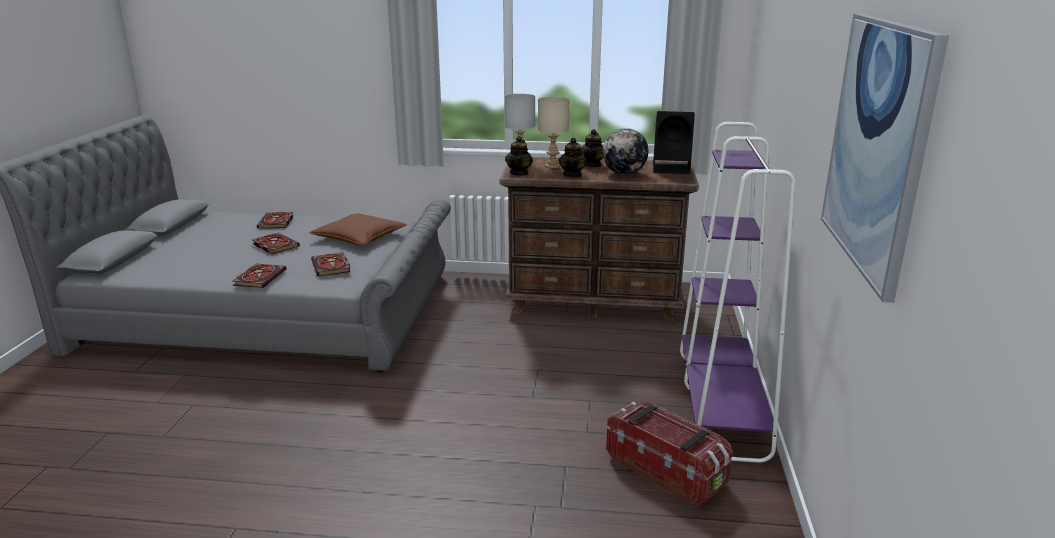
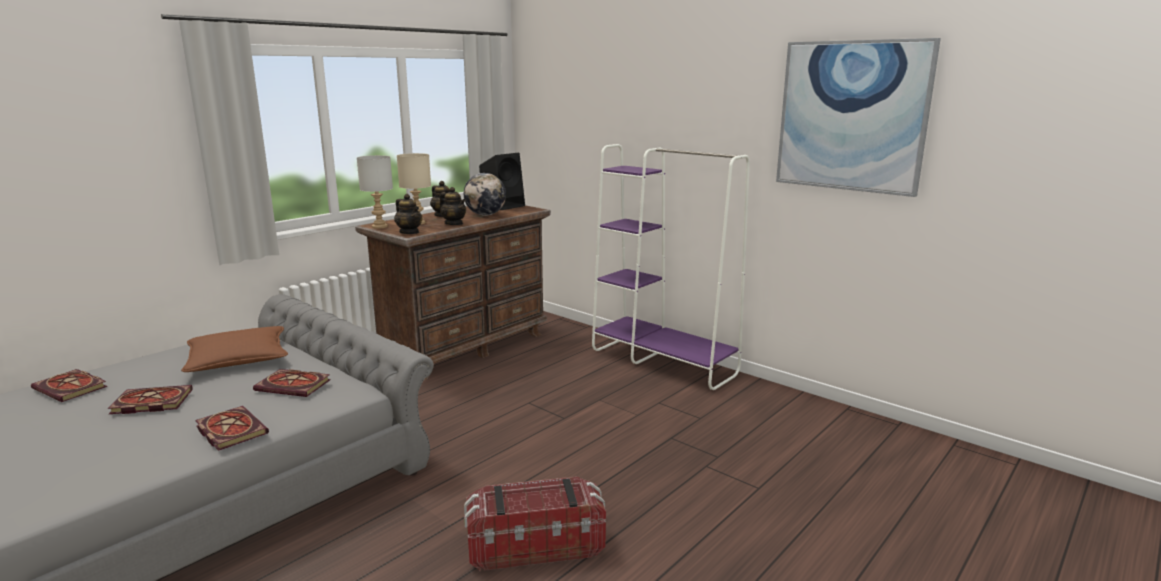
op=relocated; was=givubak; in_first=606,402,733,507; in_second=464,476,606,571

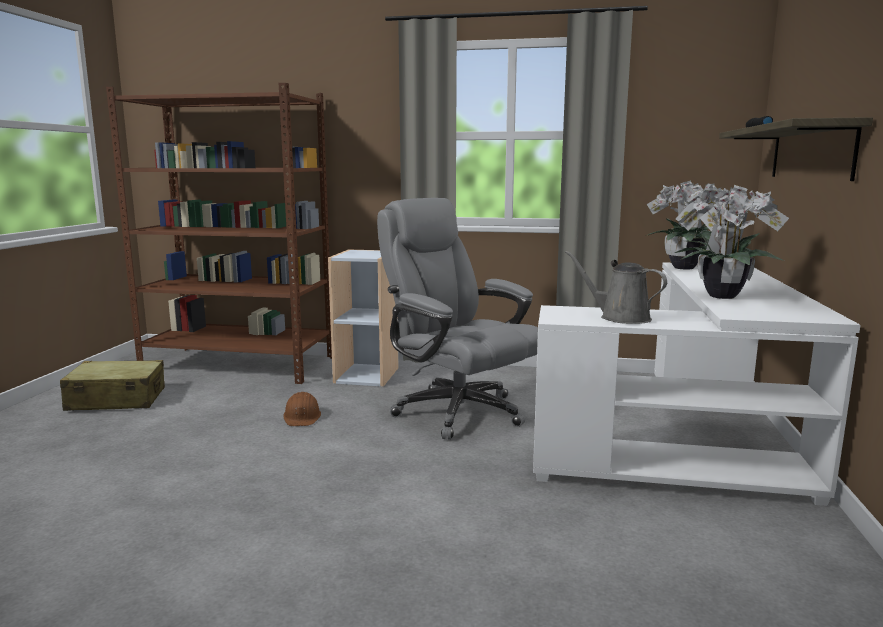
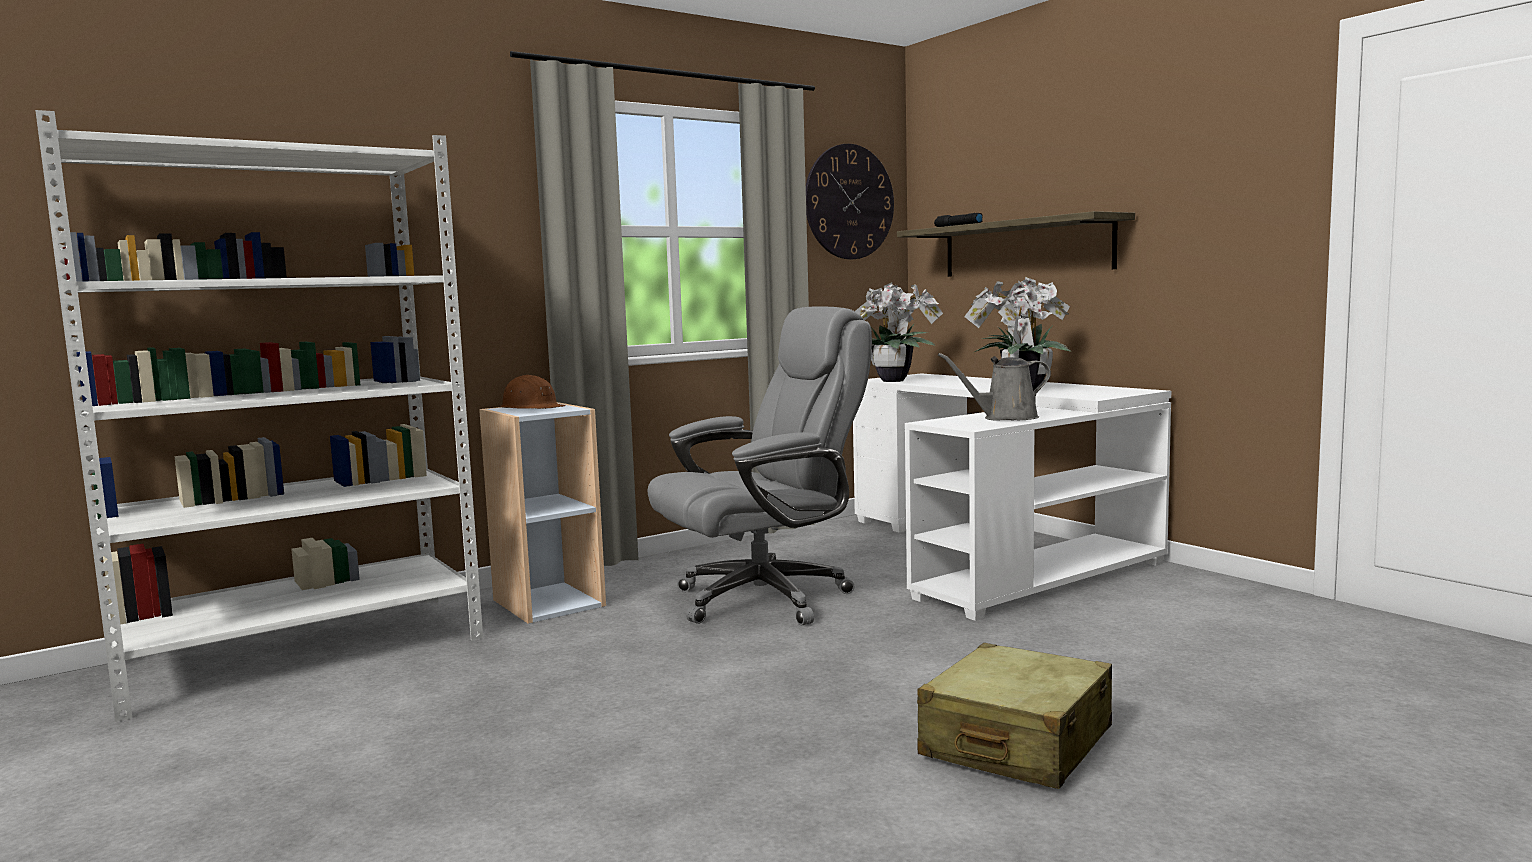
op=relocated; was=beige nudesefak; in_first=60,360,165,411; in_second=917,643,1112,789
op=colour; was=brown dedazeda; now=white dedazeda; in_first=106,83,332,384; in_second=35,110,483,722
op=relocated; was=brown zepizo; in_first=283,392,321,426; in_second=500,375,566,409
op=spun; was=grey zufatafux; in_first=377,198,538,440; in_second=648,307,872,626; clockwise=150
op=appeared; now=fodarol; in_second=806,144,894,259

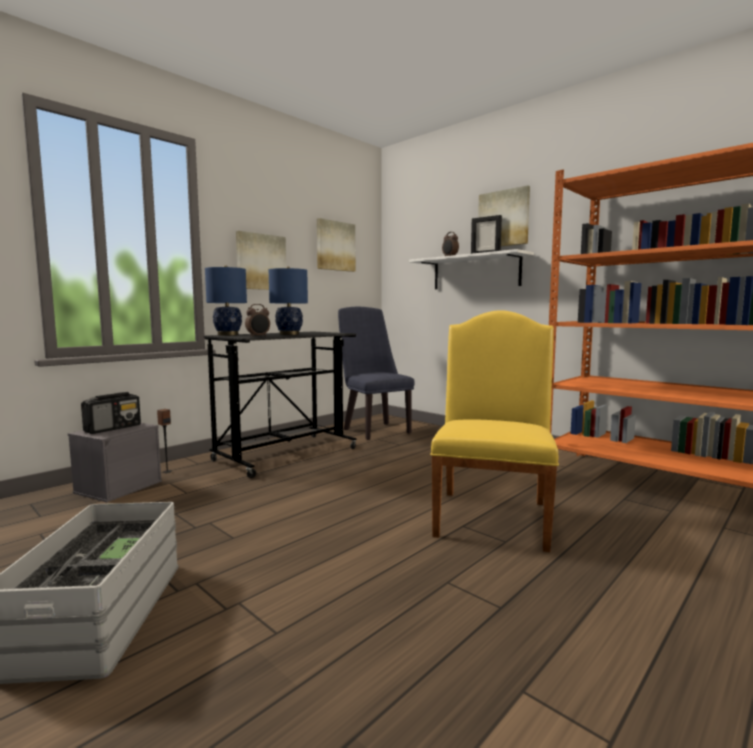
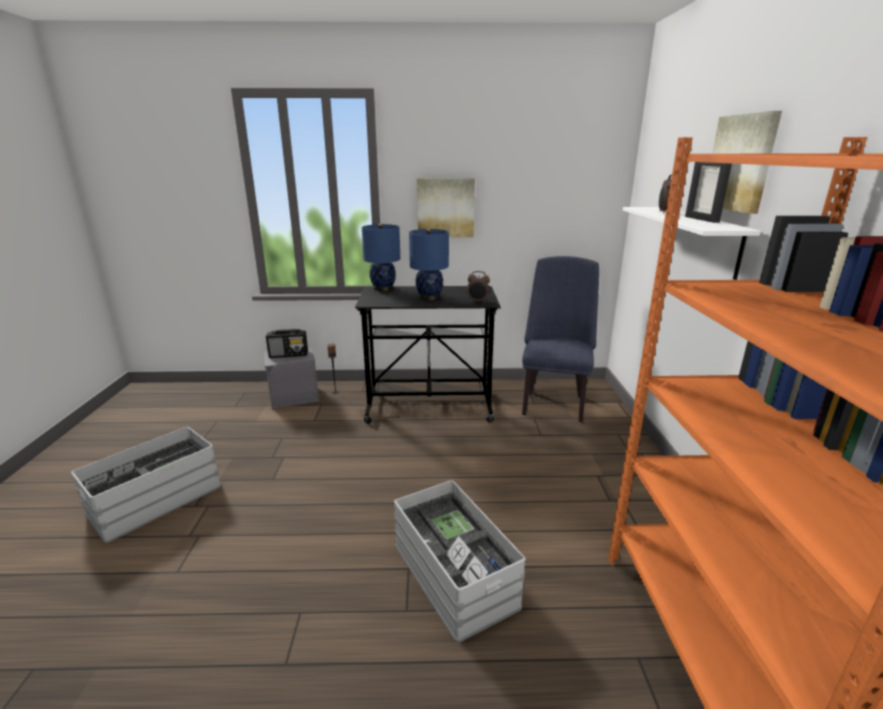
op=relocated; was=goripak; in_first=245,304,270,337; in_second=467,271,490,302
op=missing; was=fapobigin; in_first=317,218,355,272
op=exchanged; was=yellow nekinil; now=grey givubak; in_first=430,310,559,552; in_second=394,480,526,642

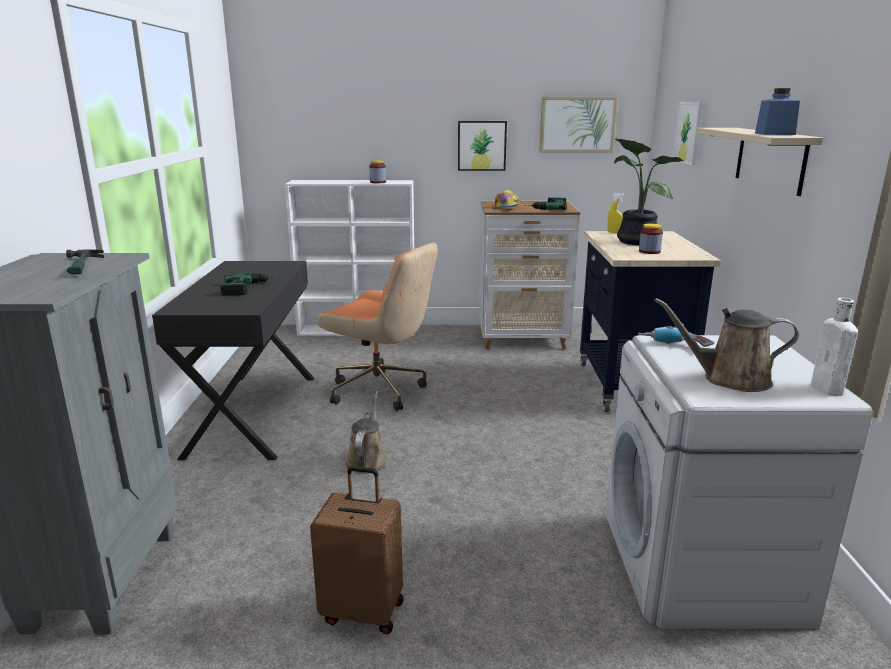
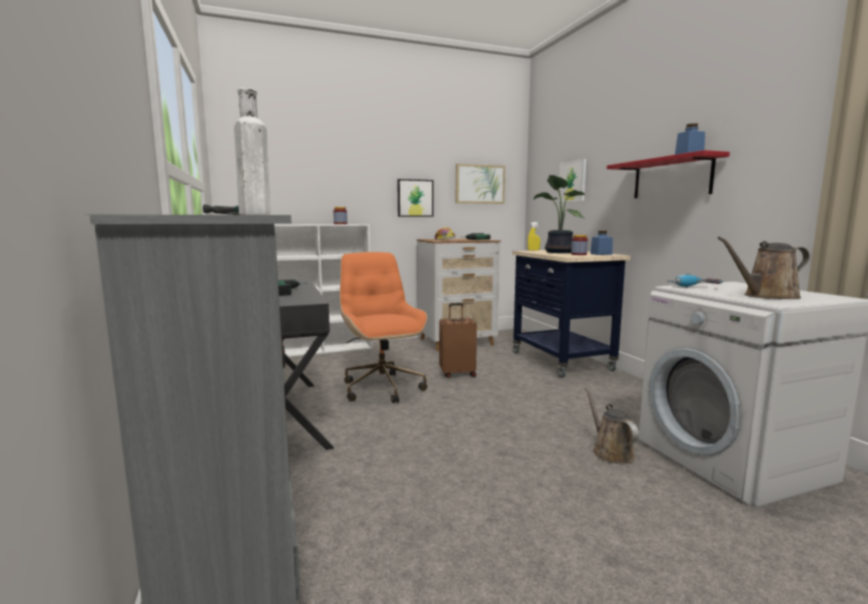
op=relocated; was=brown nudesefak; in_first=310,466,404,634; in_second=439,303,477,378
op=spun; was=orange zufatafux; in_first=316,243,438,411; in_second=340,252,427,403; clockwise=-120
op=relocated; was=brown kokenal; in_first=345,391,387,474; in_second=585,386,639,464
op=colour; was=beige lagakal; now=red lagakal; in_first=696,128,823,196; in_second=607,150,730,198
op=relocated; was=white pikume; in_first=811,298,858,396; in_second=234,88,271,215
op=appeared; now=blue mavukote; in_second=590,231,613,255

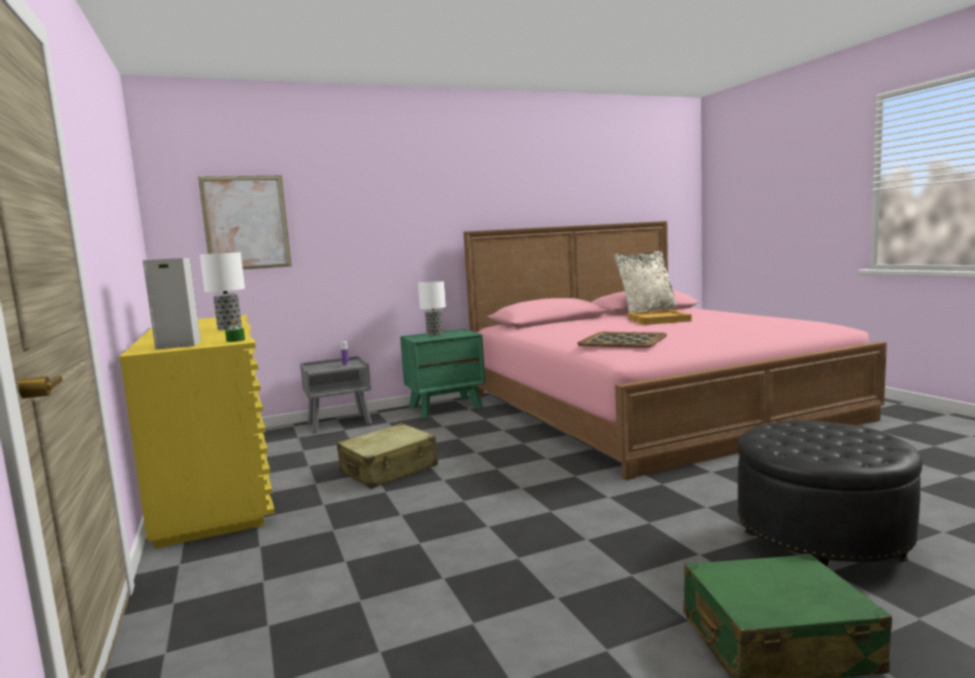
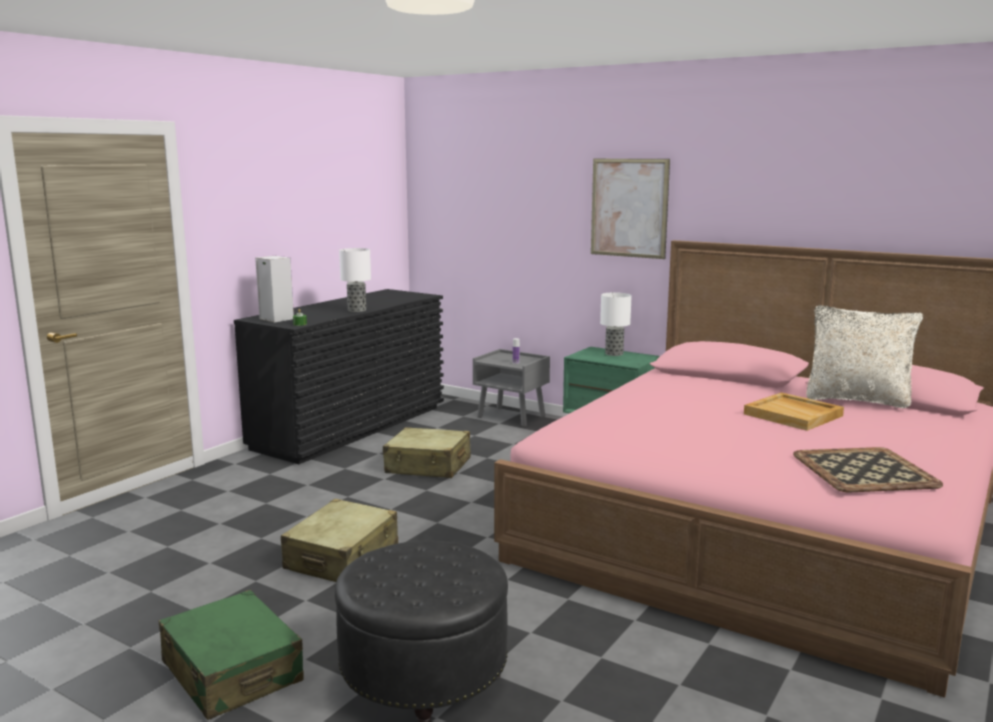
op=colour; was=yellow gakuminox; now=black gakuminox; in_first=119,315,275,549; in_second=234,289,444,464
op=relocated; was=fapobigin; in_first=198,176,291,270; in_second=591,159,670,259
op=relocated; was=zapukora; in_first=577,332,667,348; in_second=793,447,943,492
op=appeared; now=beige nudesefak; in_second=281,499,398,582

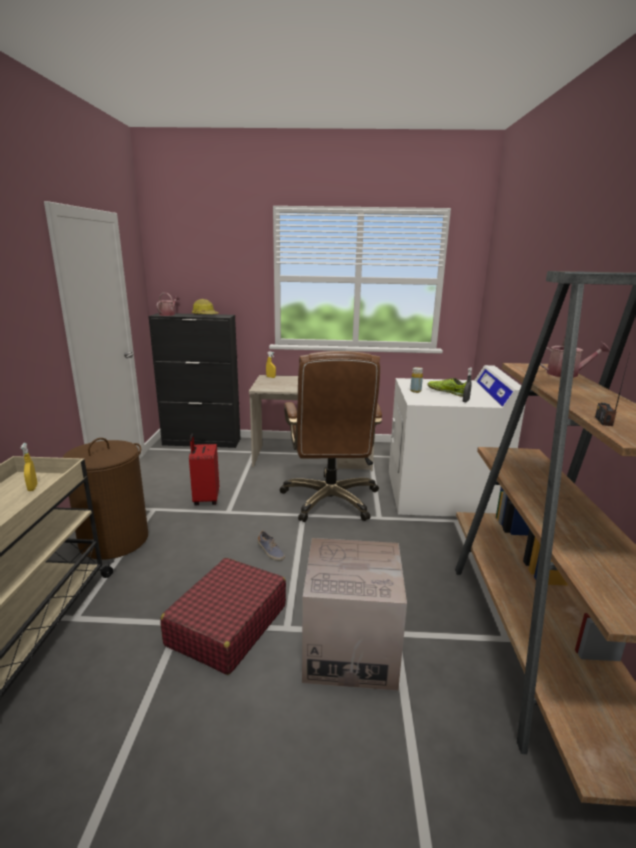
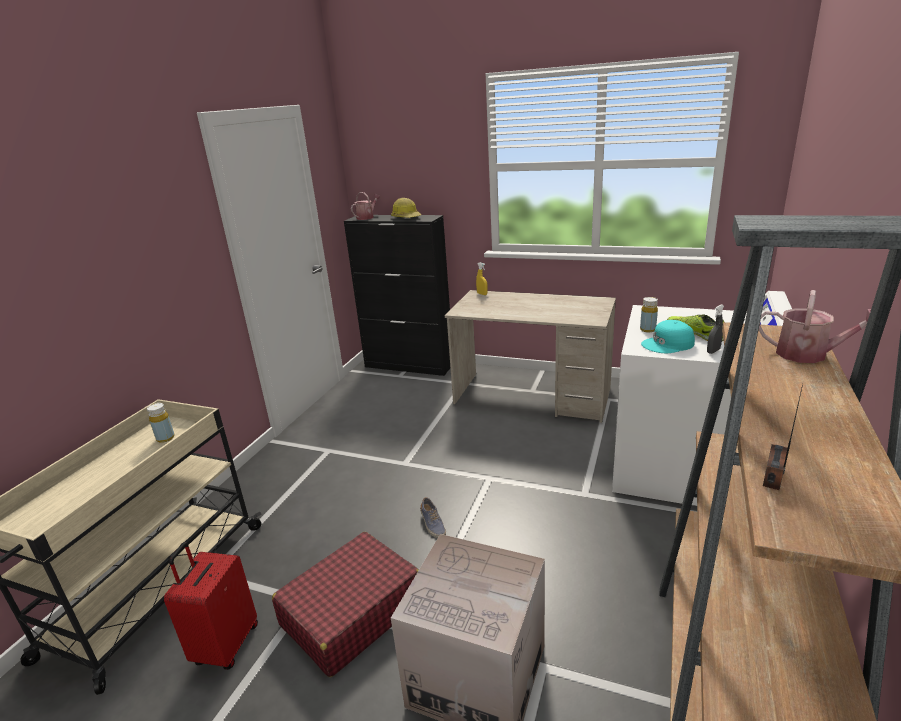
op=exchanged; was=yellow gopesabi; now=yellow pikume; in_first=21,443,37,491; in_second=147,403,175,443
op=missing; was=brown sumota; in_first=62,438,148,559
op=relocated; was=red nudesefak; in_first=189,433,219,505; in_second=164,542,258,670
op=missing; was=brown zufatafux; in_first=280,351,382,522
op=appeared; now=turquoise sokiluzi; in_second=641,320,695,353

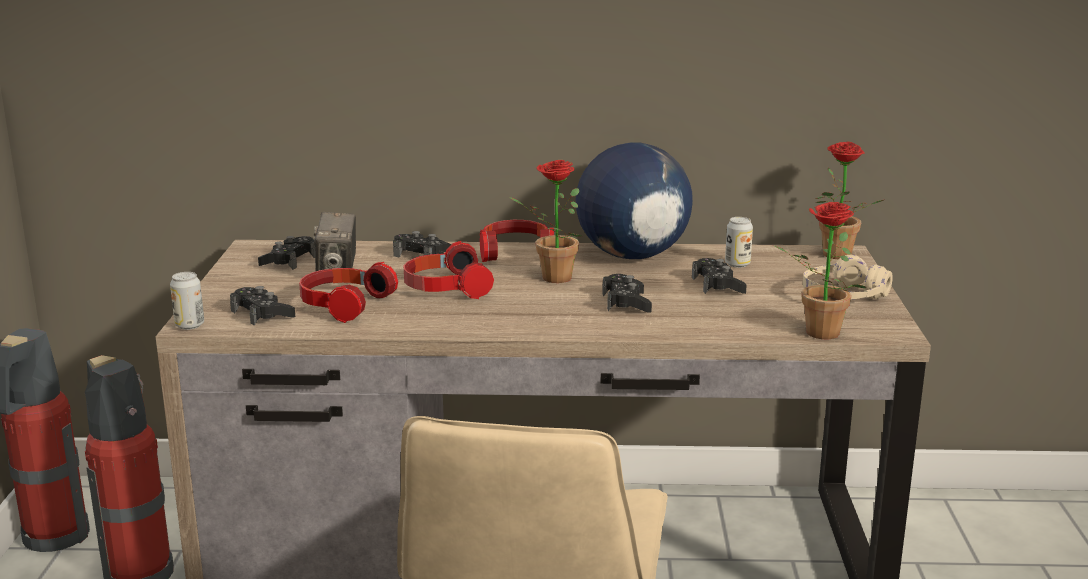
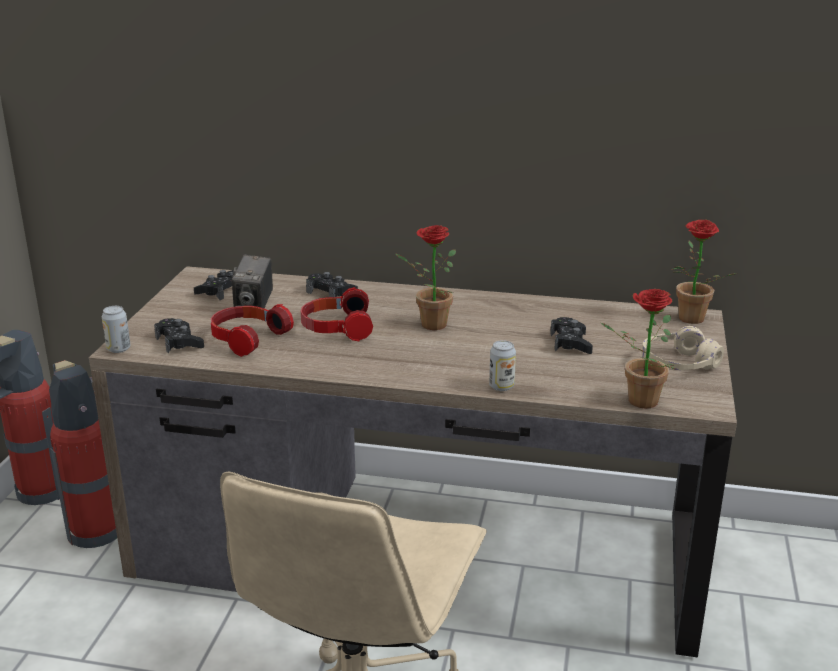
op=missing; was=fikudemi; in_first=480,220,554,262
op=missing; was=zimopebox; in_first=576,142,693,259
op=missing; was=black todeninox; in_first=602,274,652,313
op=relocated; was=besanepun; in_first=725,217,753,268; in_second=489,340,516,391

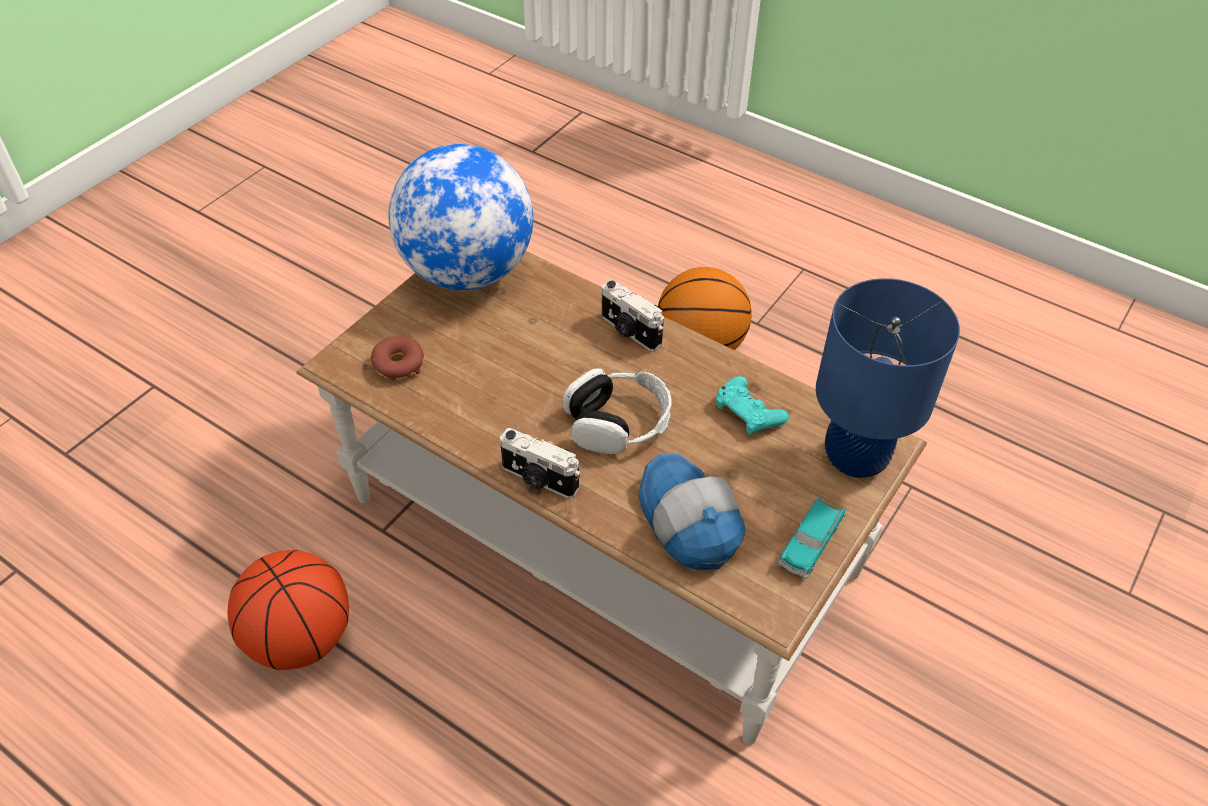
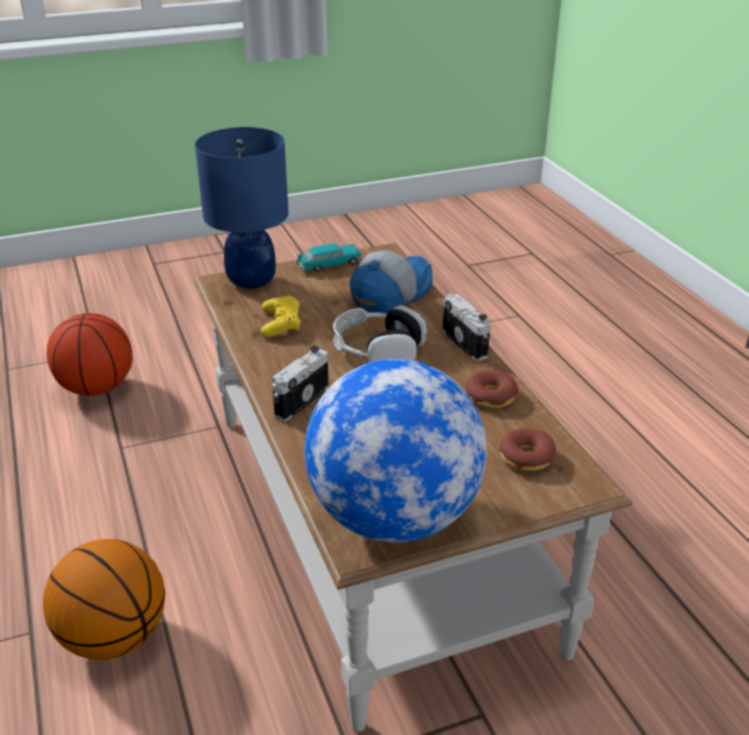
op=relocated; was=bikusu; in_first=228,550,349,670; in_second=47,313,133,396
op=spun; was=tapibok; in_first=602,280,664,351; in_second=272,346,329,422; clockwise=-135
op=spun; was=sokiluzi; in_first=638,453,745,570; in_second=349,250,433,313; clockwise=-150
op=colour; was=turquoise todeninox; now=yellow todeninox; in_first=716,376,789,434; in_second=261,296,300,337
op=appeared; now=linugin; in_second=466,370,519,408

